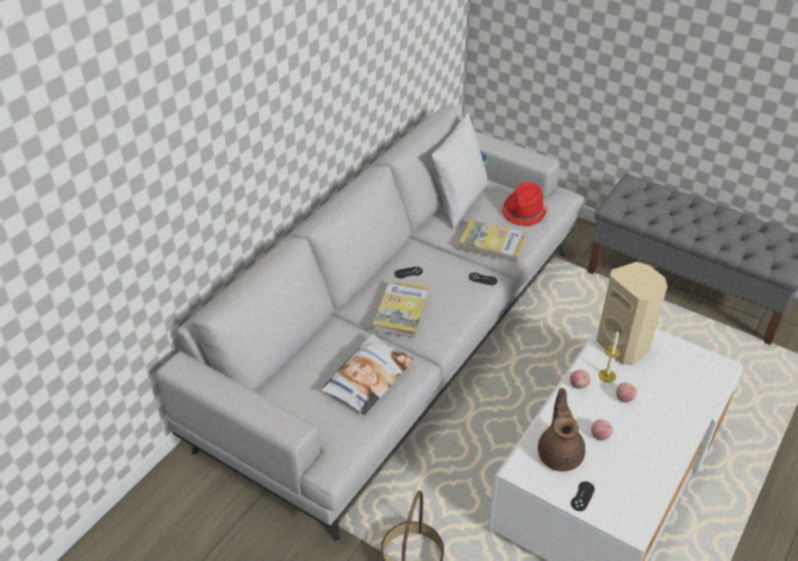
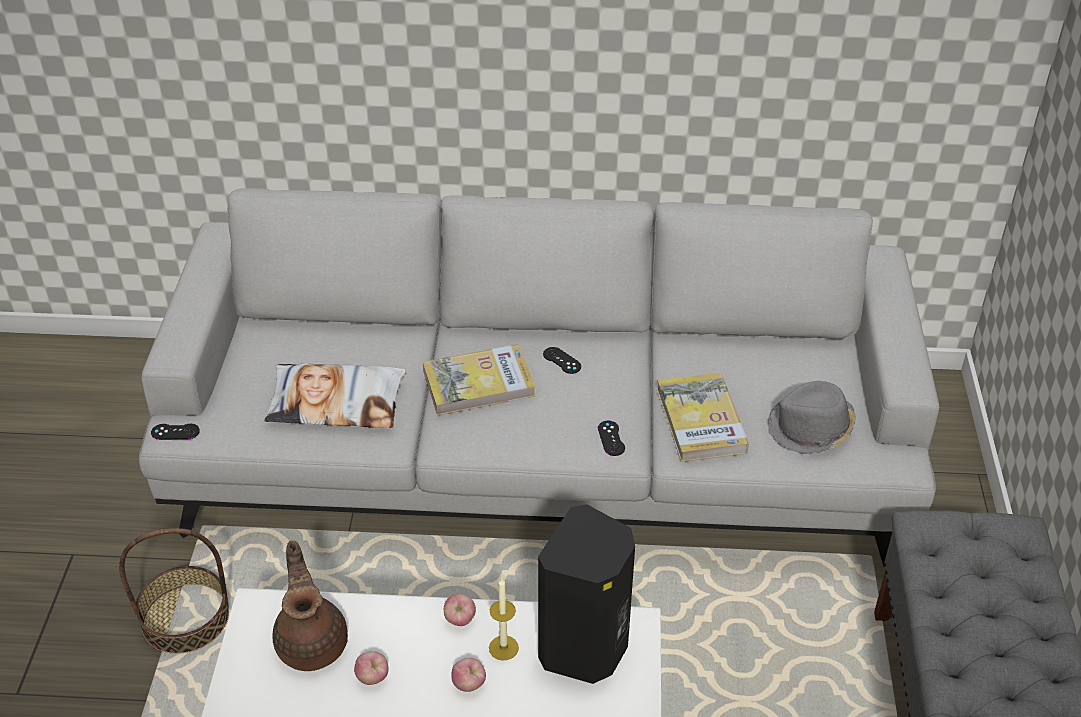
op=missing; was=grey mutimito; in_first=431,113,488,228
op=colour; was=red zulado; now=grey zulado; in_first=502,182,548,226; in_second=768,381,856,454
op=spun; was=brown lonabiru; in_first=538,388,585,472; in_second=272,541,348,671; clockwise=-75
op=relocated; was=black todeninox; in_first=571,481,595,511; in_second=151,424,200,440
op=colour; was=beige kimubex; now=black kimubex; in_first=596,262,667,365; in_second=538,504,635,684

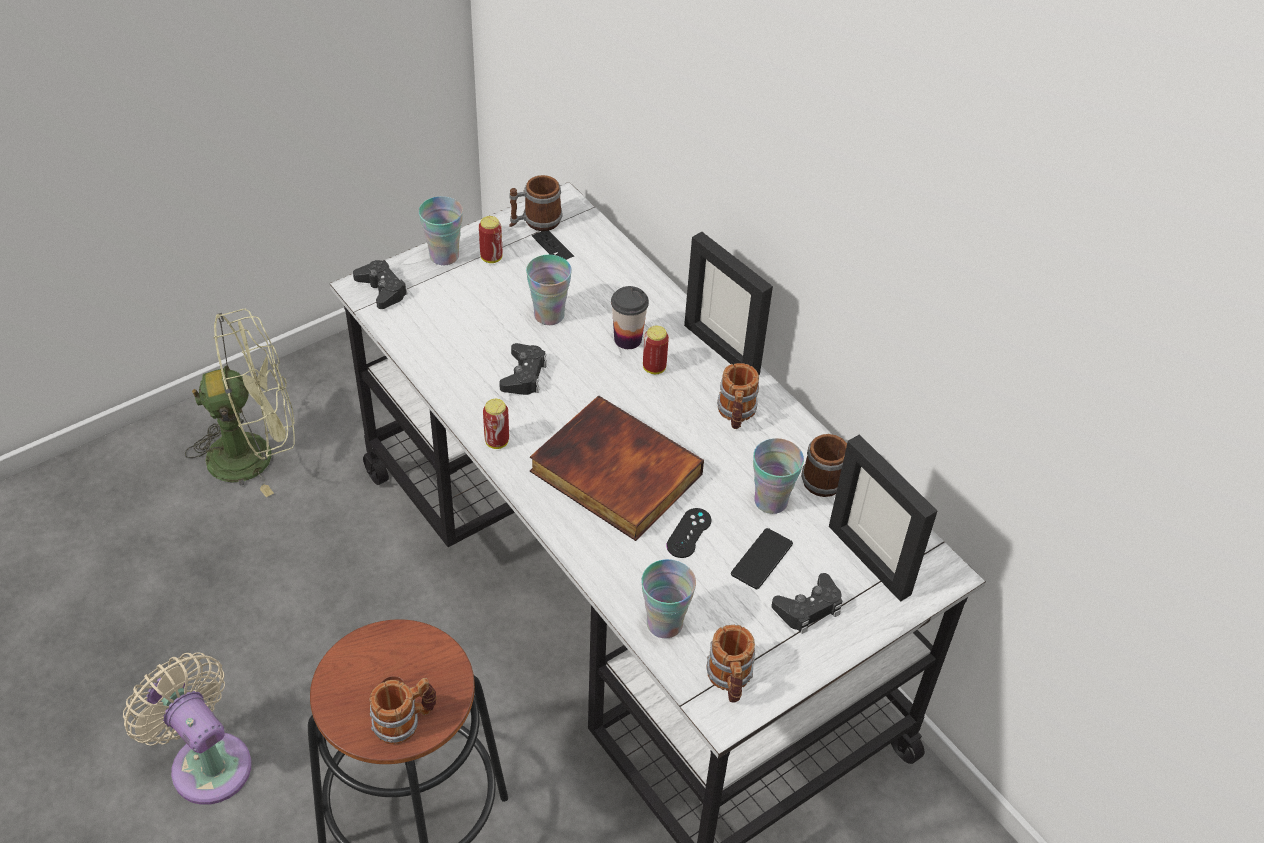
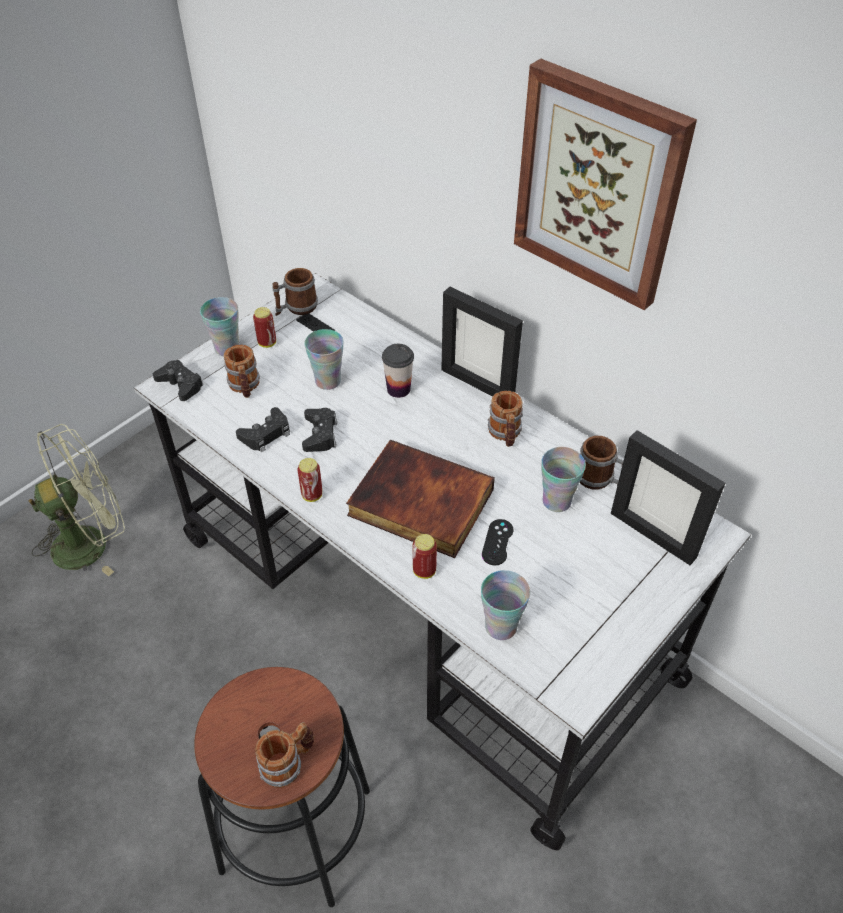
op=missing; was=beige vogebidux; in_first=123,652,252,805
op=relocated; was=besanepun; in_first=643,326,669,374; in_second=412,534,437,579
op=relocated; was=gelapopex; in_first=707,625,755,703; in_second=224,345,260,398
op=missing; was=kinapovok; in_first=731,528,793,589
op=relocated; was=black todeninox; in_first=772,573,842,634; in_second=236,407,290,452
op=appeared; now=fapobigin; in_second=514,59,697,310

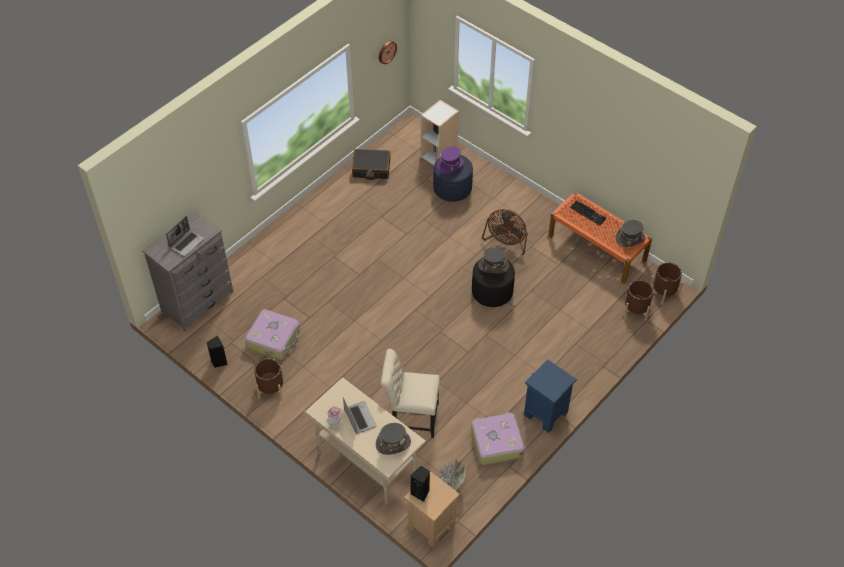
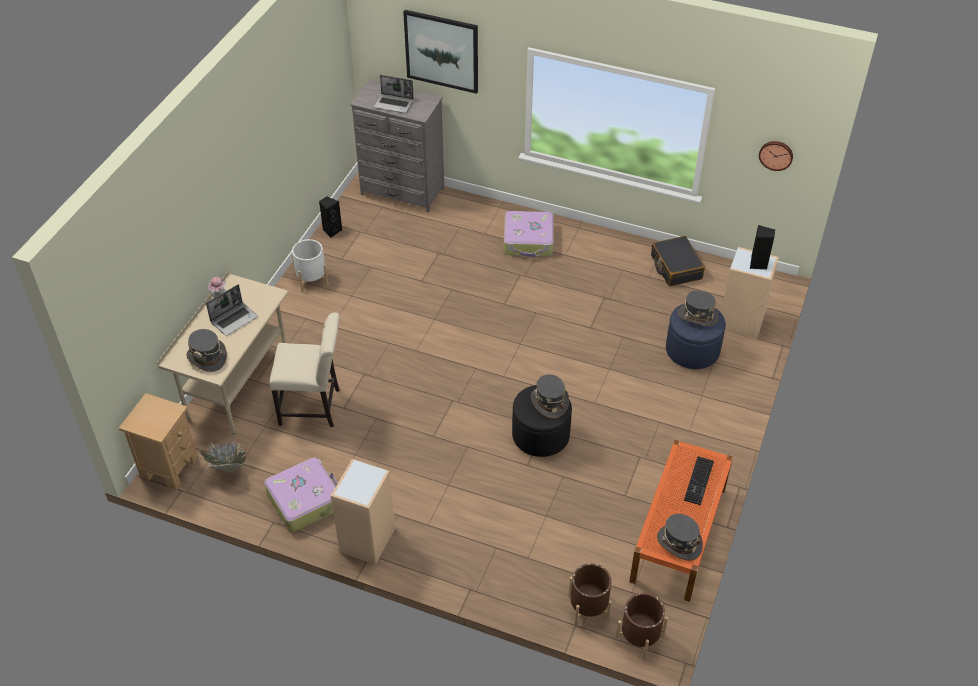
op=relocated; was=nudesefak; in_first=245,309,300,360; in_second=504,211,554,257
op=colour; was=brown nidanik; now=white nidanik; in_first=254,358,284,399; in_second=292,239,329,292
op=spun; was=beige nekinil; in_first=381,349,440,438; in_second=270,313,340,427; clockwise=105
op=relocated; was=black kimubex; in_first=410,466,430,502; in_second=750,225,775,269
op=colour; was=purple zulado; now=grey zulado; in_first=437,147,464,174; in_second=678,290,718,326
op=missing; was=brown vogebidux; in_first=482,209,528,255
op=exchanged; was=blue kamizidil; now=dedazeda; in_first=524,359,577,433; in_second=331,459,395,565
op=appeared; now=fapobigin; in_second=403,10,478,94

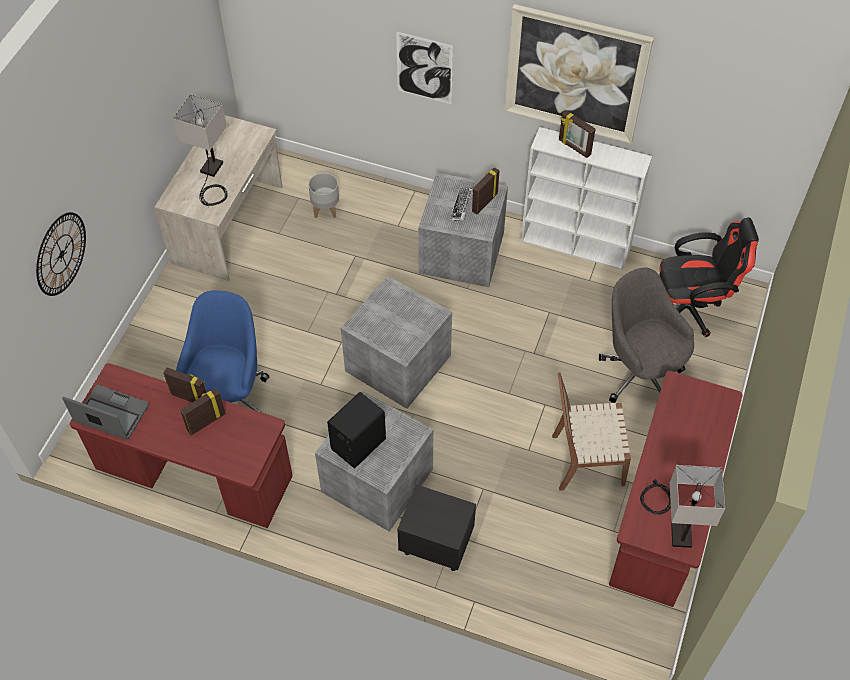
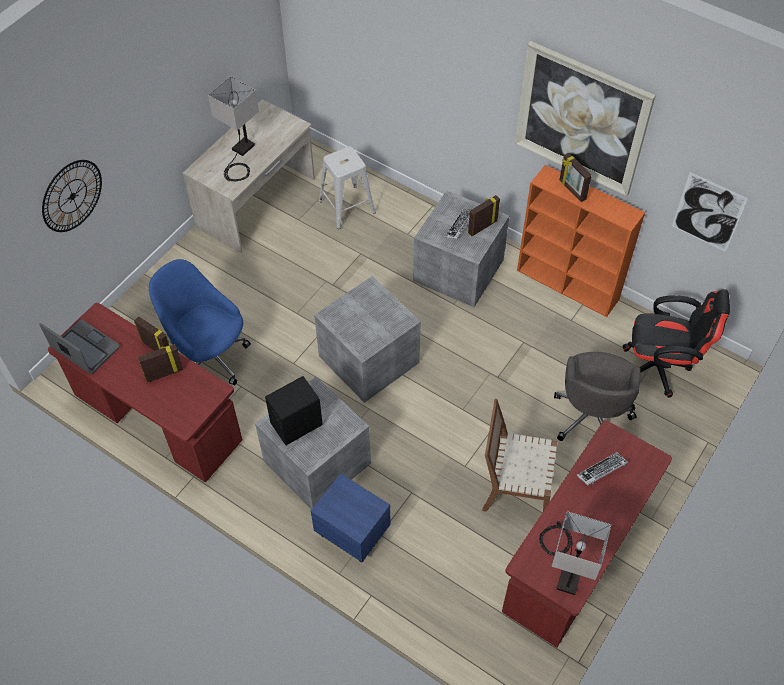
op=spun; was=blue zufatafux; in_first=176,291,269,412; in_second=149,259,251,386; clockwise=-75
op=exchanged; was=grey nidanik; now=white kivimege; in_first=308,173,339,219; in_second=318,146,376,229
op=relocated; was=fapobigin; in_first=396,31,453,104; in_second=672,172,748,252
op=colour; was=black kamizidil; now=blue kamizidil; in_first=397,484,476,571; in_second=311,473,391,562
op=colour; was=white dedazeda; now=orange dedazeda; in_first=521,127,652,270; in_second=517,165,645,317
op=spun; was=grey zufatafux; in_first=599,267,694,403; in_second=554,352,641,441; clockwise=-150
op=appeared; now=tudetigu; in_second=576,452,628,486

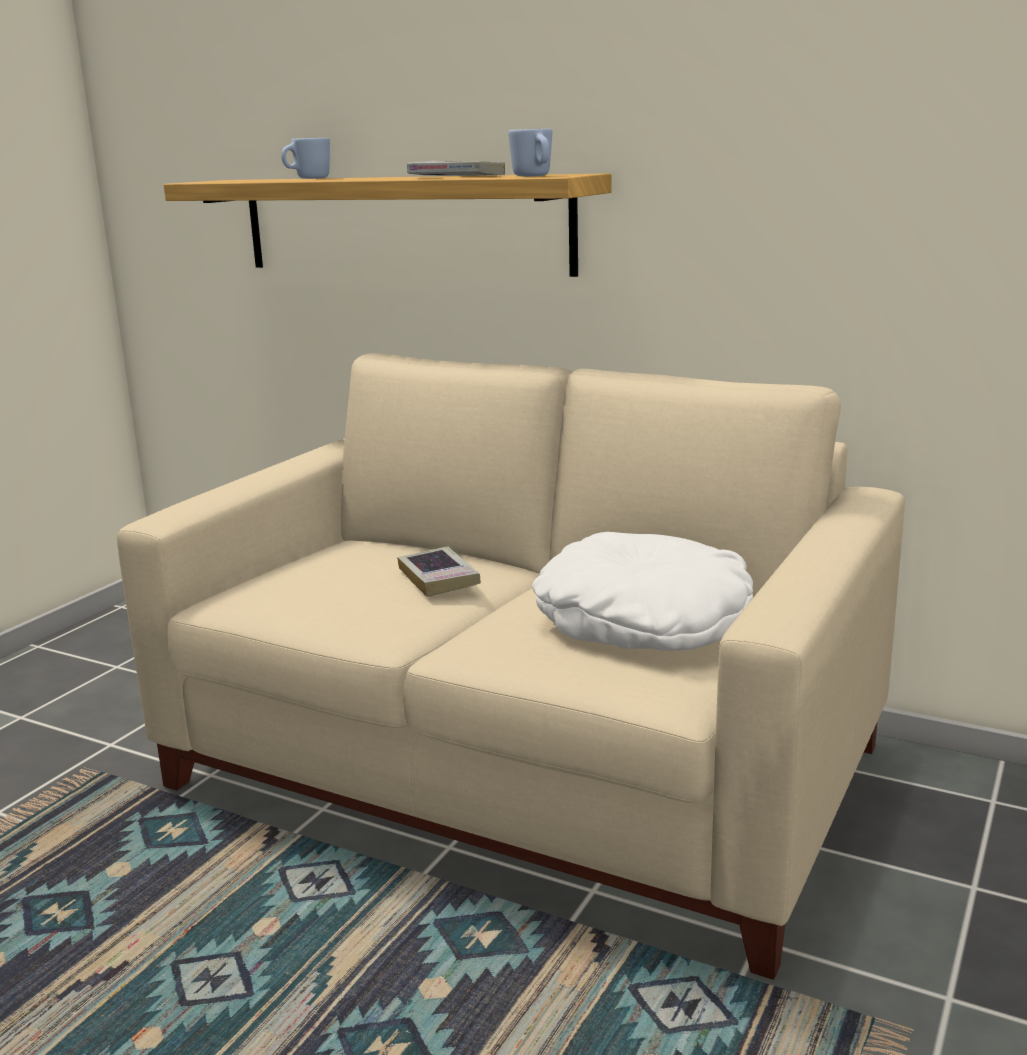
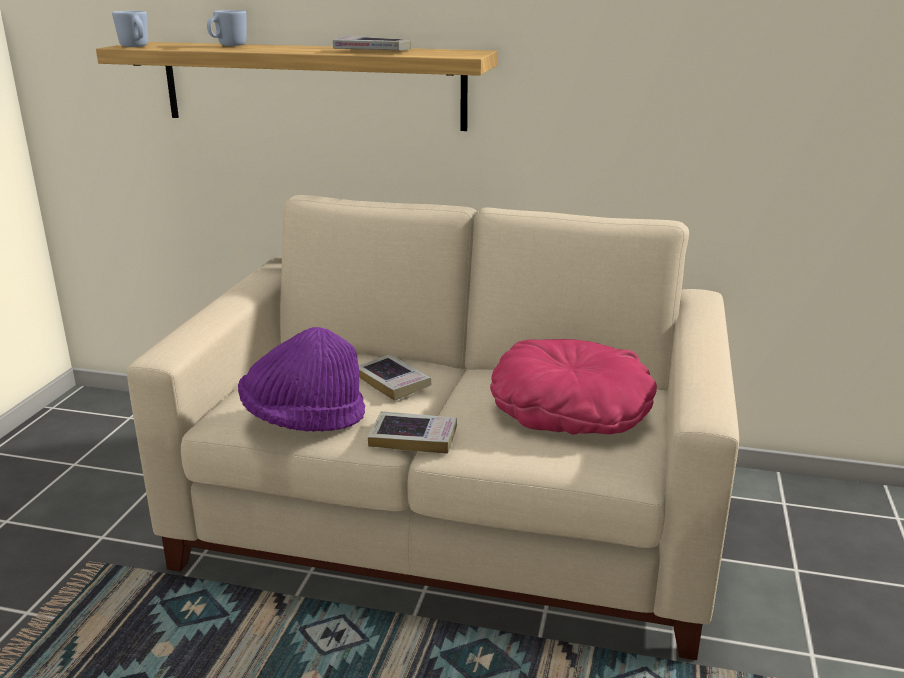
op=relocated; was=blue gelapopex; in_first=508,129,552,176; in_second=112,11,148,47
op=colour; was=white mutimito; now=pink mutimito; in_first=532,532,753,651; in_second=490,339,657,434
op=appeared; now=purple zulado; in_second=238,327,365,432
op=appeared; now=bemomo; in_second=368,411,457,454

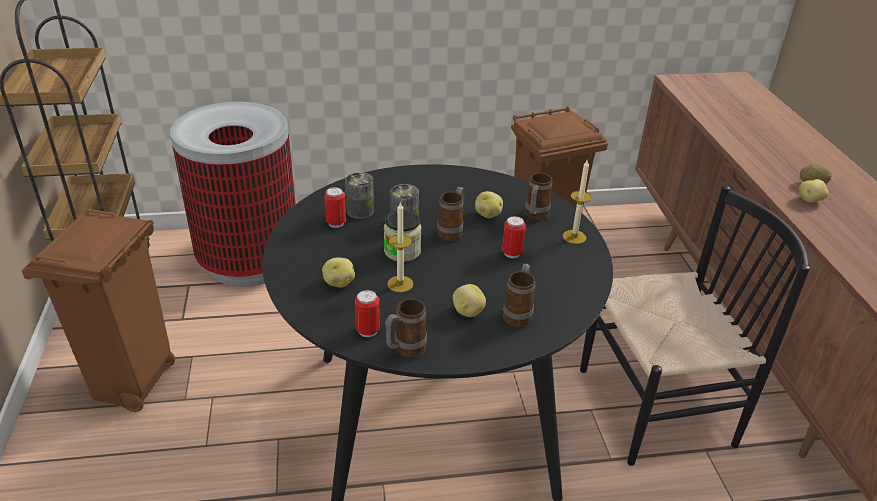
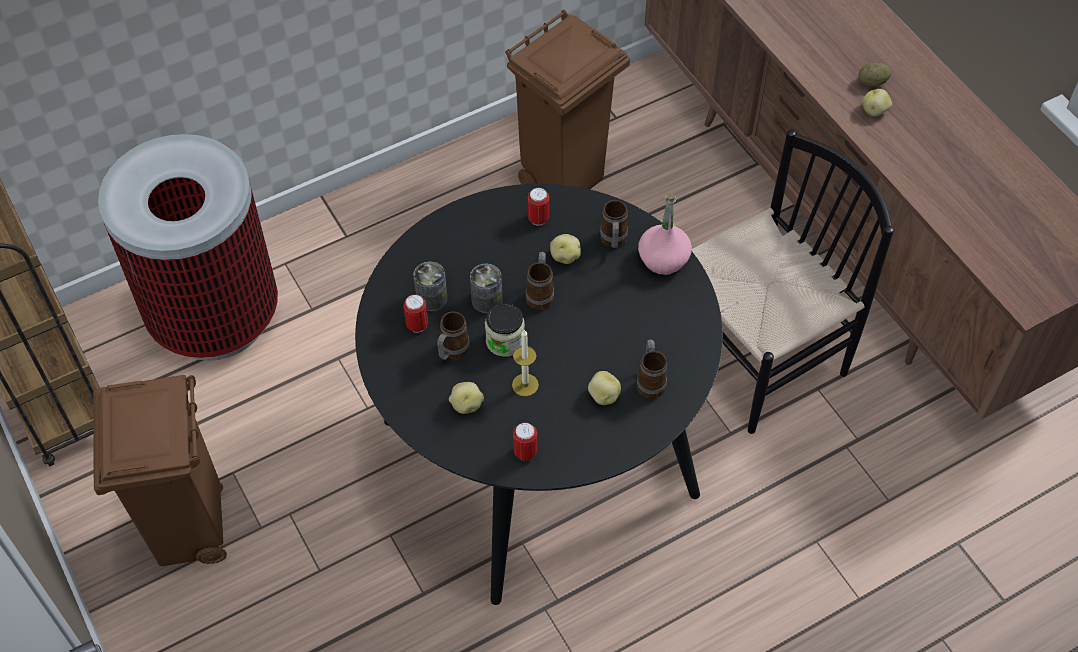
op=relocated; was=gelapopex; in_first=385,298,427,357; in_second=437,312,470,360
op=relocated; was=besanepun; in_first=502,216,526,258; in_second=528,188,549,226
op=exchanged; was=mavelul; now=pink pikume; in_first=563,160,592,244; in_second=638,193,692,275

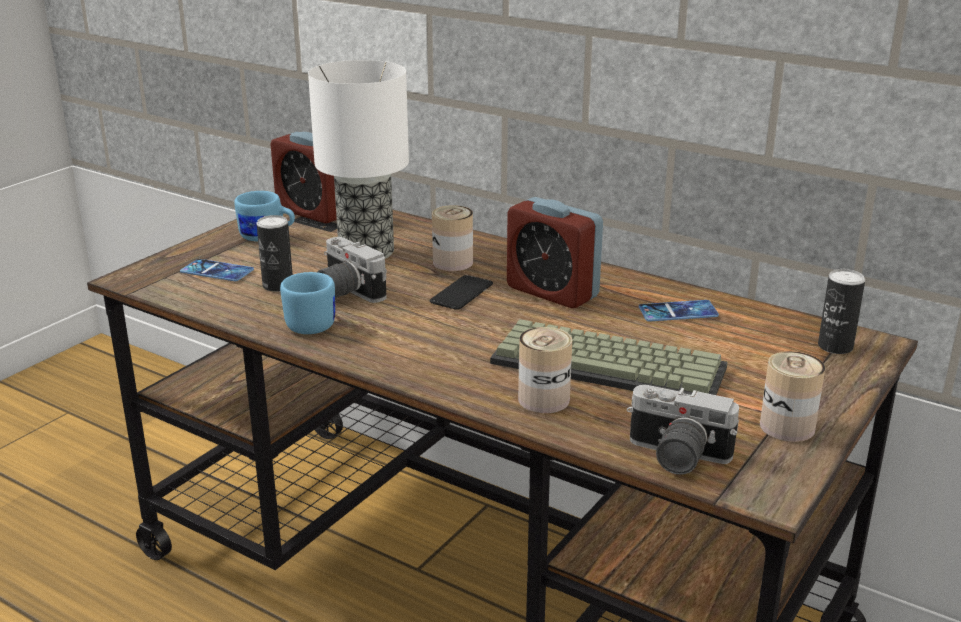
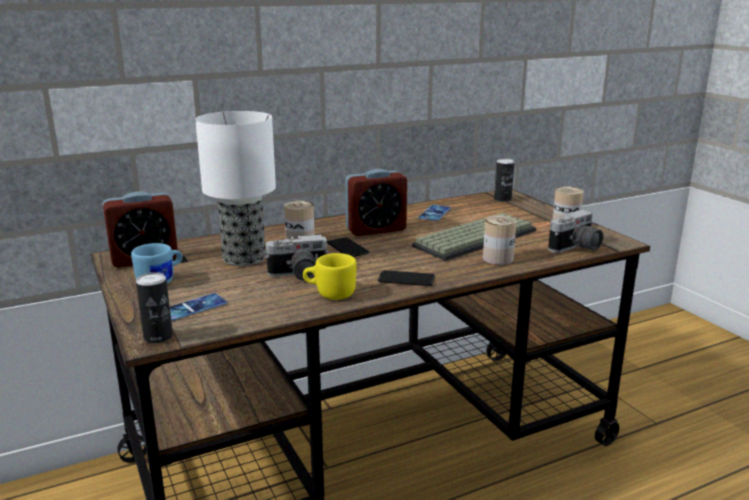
op=relocated; was=besanepun; in_first=256,215,293,292; in_second=136,272,173,343
op=colour; was=blue gelapopex; now=yellow gelapopex; in_first=280,272,335,334; in_second=303,253,356,300
op=appeared; now=kinapovok; in_second=378,270,435,286

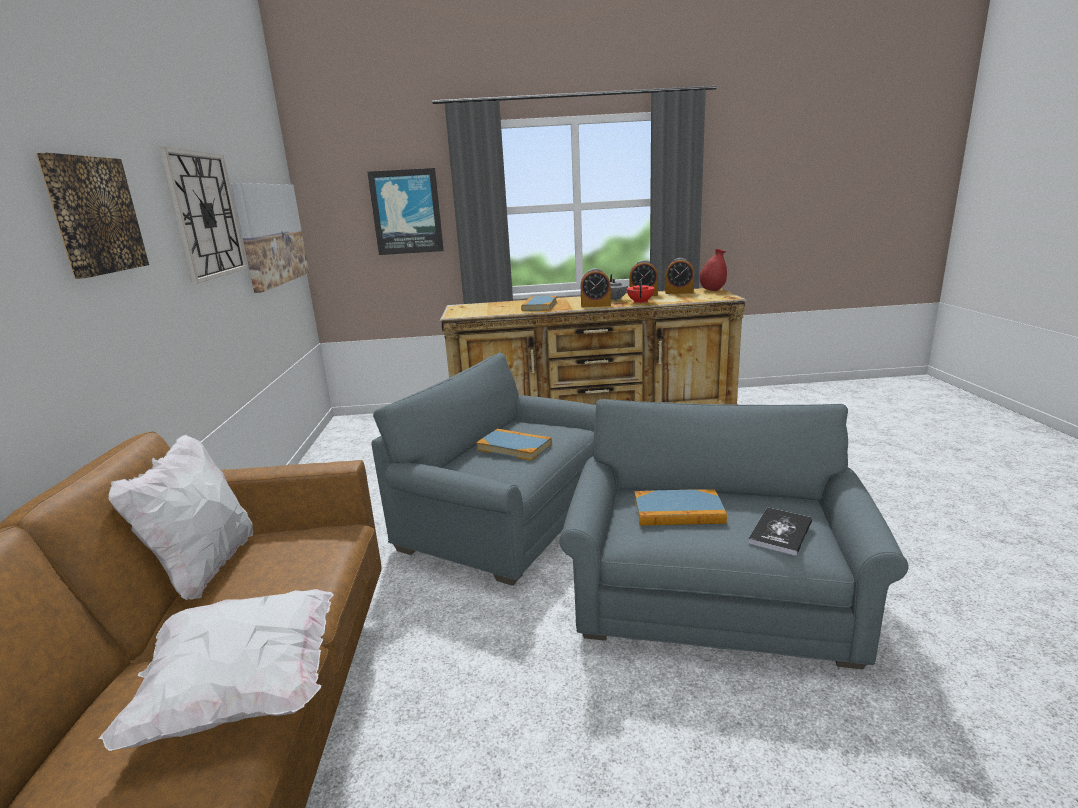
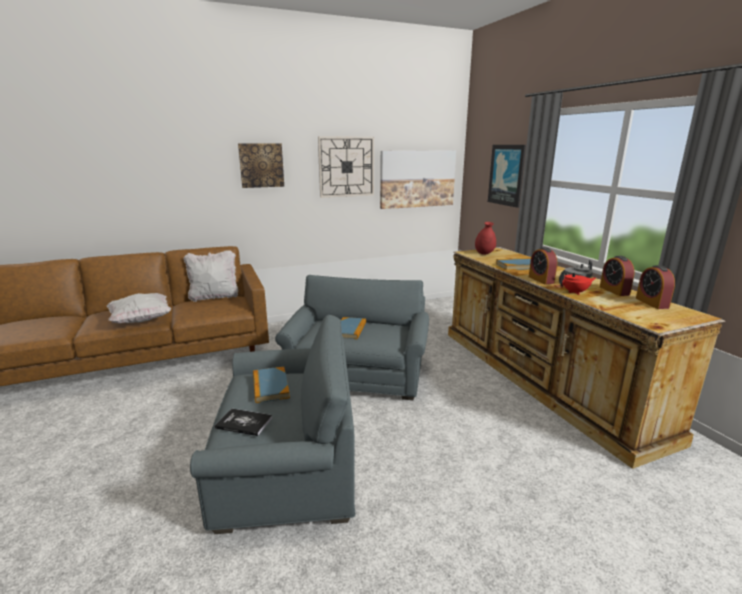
op=relocated; was=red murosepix; in_first=700,249,727,291; in_second=475,222,496,255

